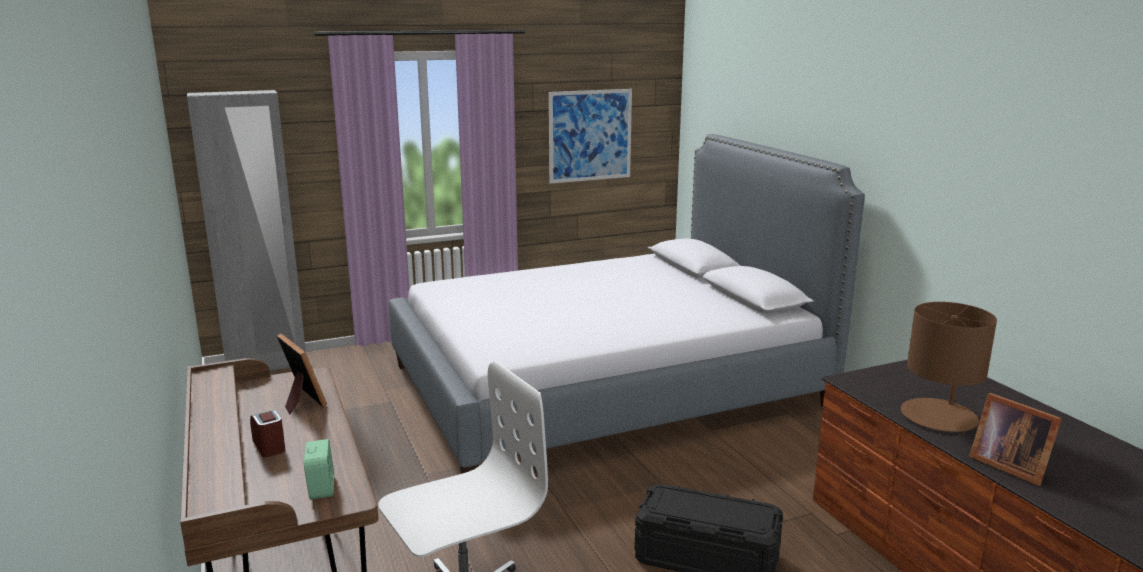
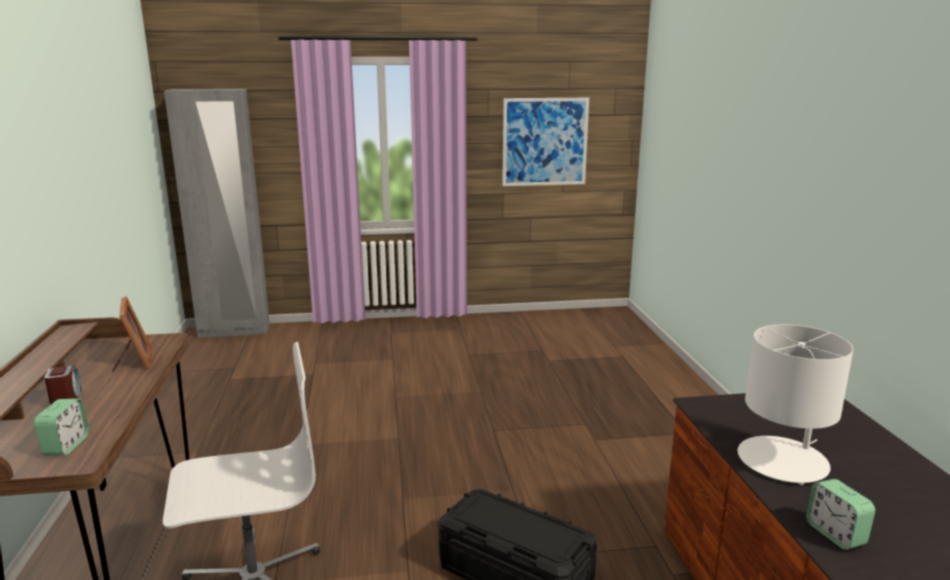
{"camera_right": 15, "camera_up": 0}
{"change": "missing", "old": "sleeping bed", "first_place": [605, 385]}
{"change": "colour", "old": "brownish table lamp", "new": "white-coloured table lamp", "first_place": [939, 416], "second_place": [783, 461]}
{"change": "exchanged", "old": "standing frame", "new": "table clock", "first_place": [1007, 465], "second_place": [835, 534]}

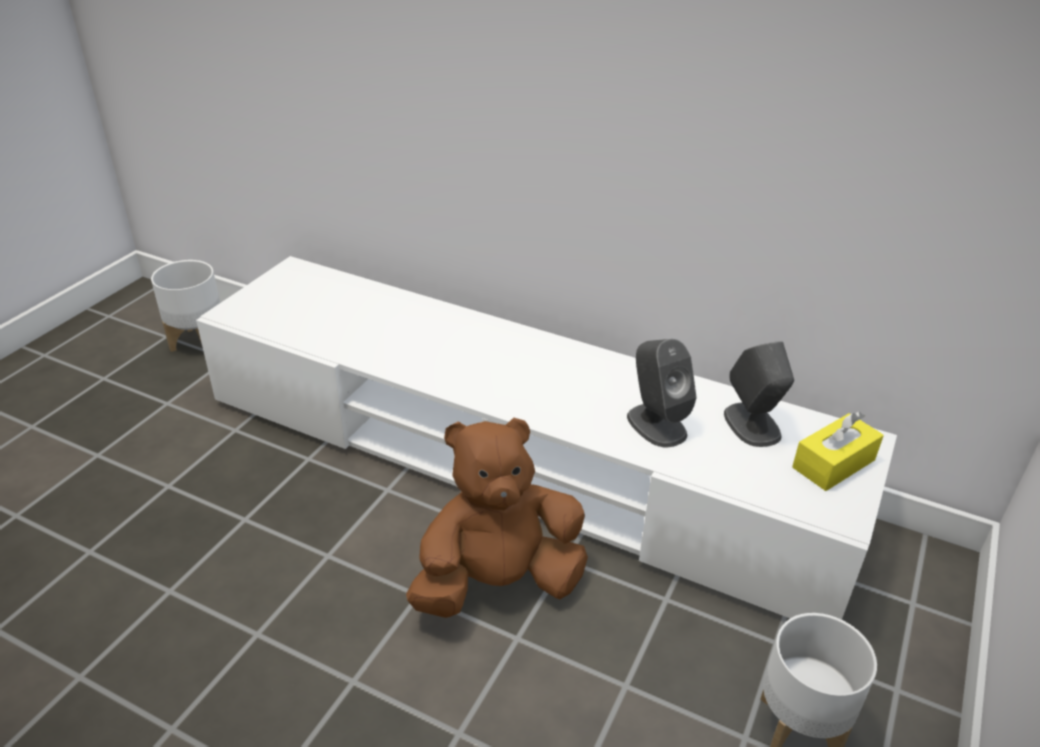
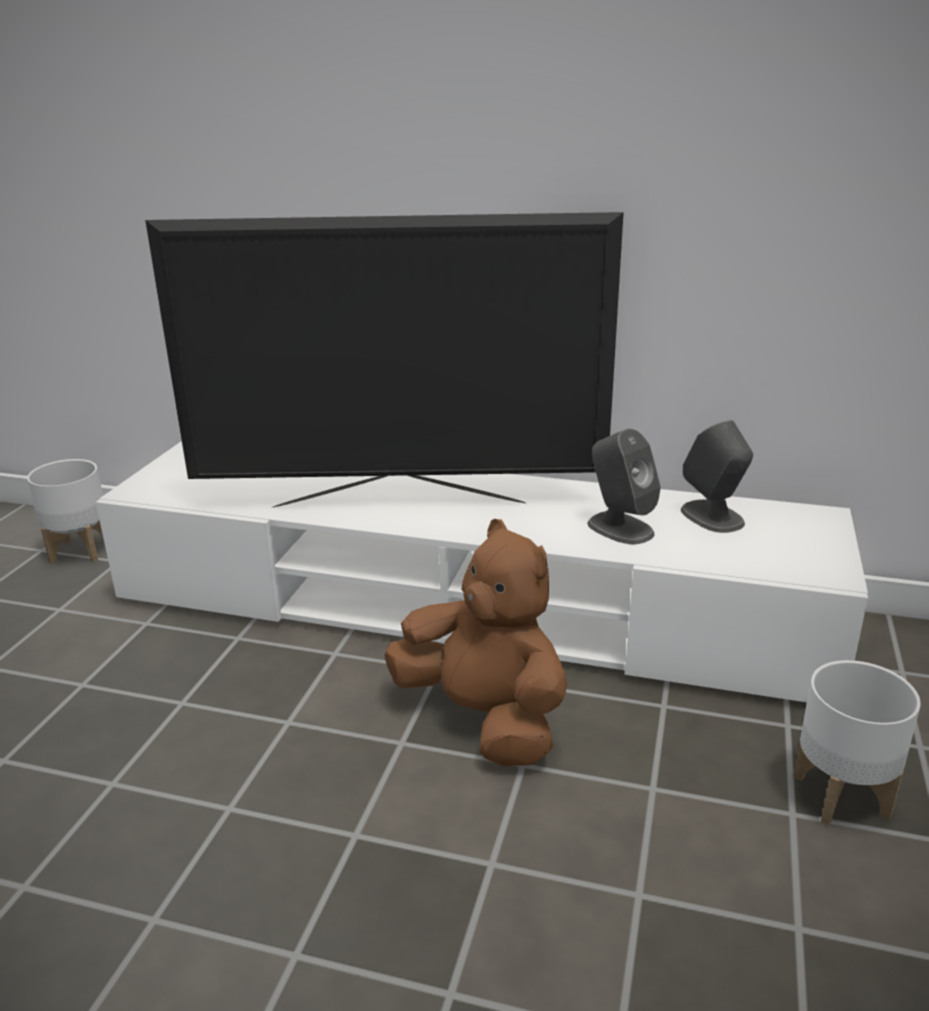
{"camera_right": -10, "camera_up": -10}
{"change": "spun", "old": "brownish cuddly toy", "first_place": [498, 582], "second_place": [484, 718], "degrees": 75}
{"change": "missing", "old": "yellow-coloured tissue holder", "first_place": [833, 464]}
{"change": "appeared", "new": "TV", "second_place": [399, 503]}

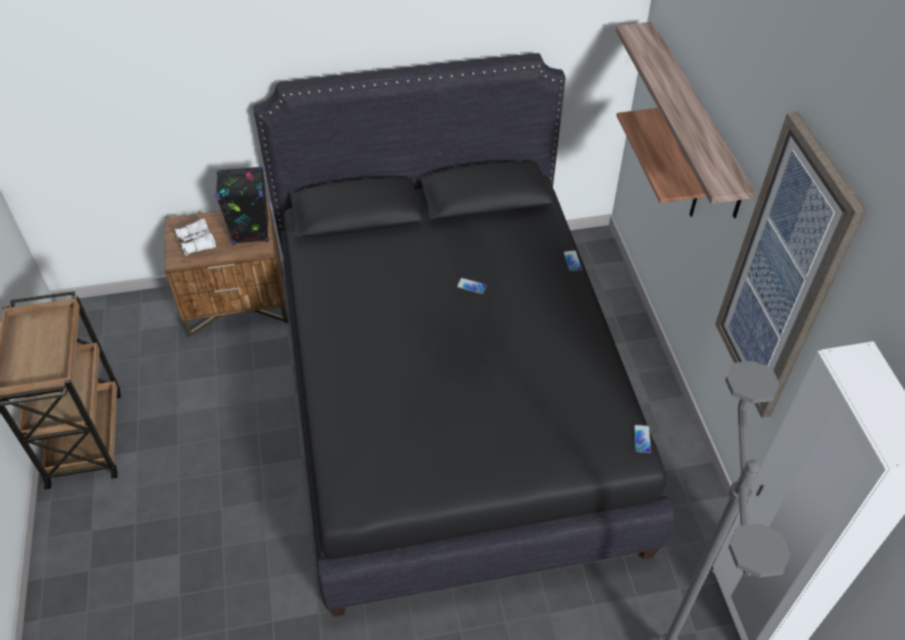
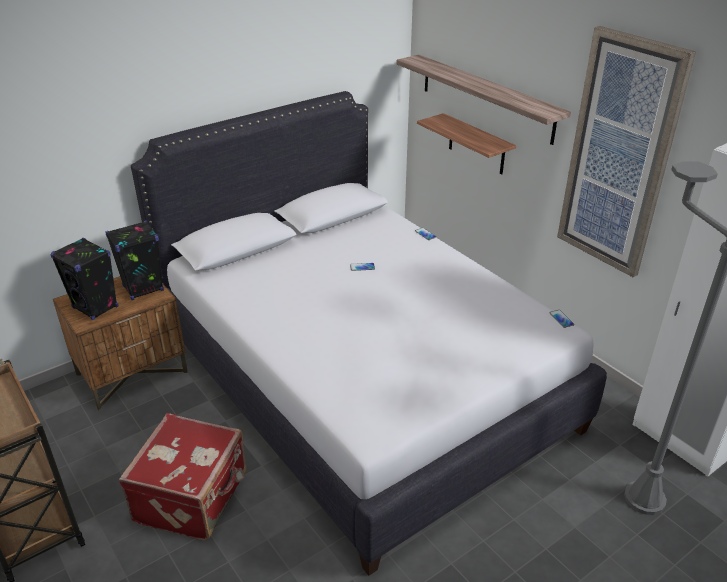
{"camera_right": -25, "camera_up": -15}
{"change": "exchanged", "old": "white-coloured field glasses", "new": "blackish loudspeaker", "first_place": [197, 243], "second_place": [95, 307]}
{"change": "colour", "old": "blackish sleeping bed", "new": "white-coloured sleeping bed", "first_place": [450, 399], "second_place": [362, 381]}
{"change": "appeared", "new": "red-coloured travel case", "second_place": [193, 497]}

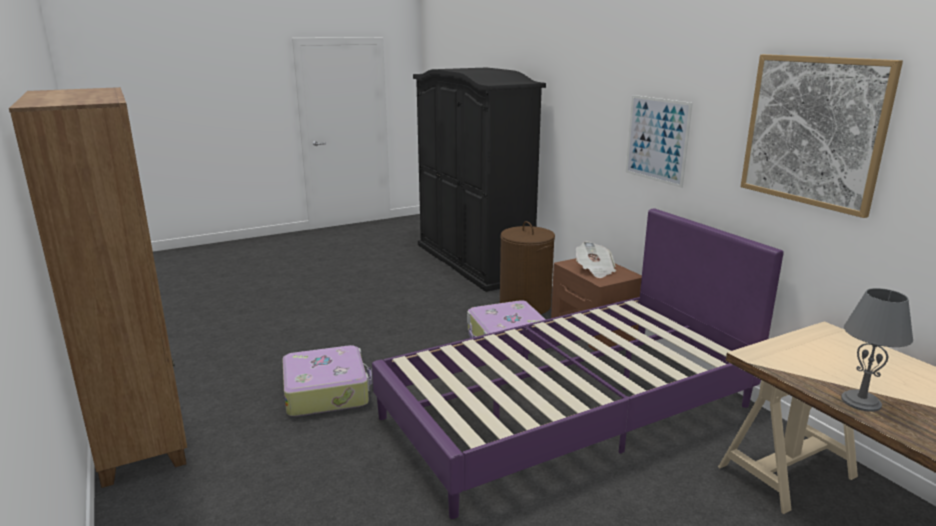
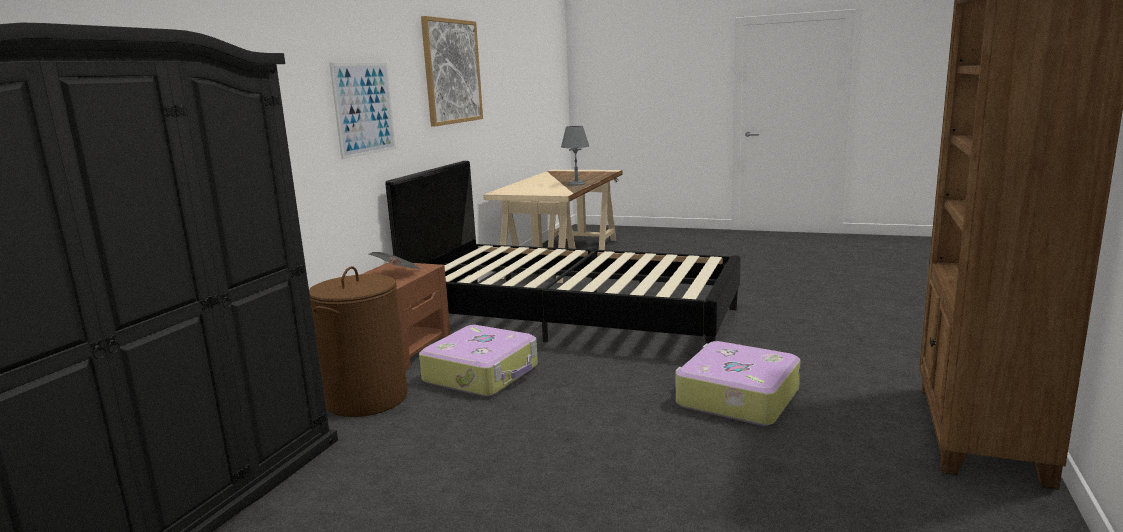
{"camera_right": -130, "camera_up": -5}
{"change": "colour", "old": "purple sleeping bed", "new": "blackish sleeping bed", "first_place": [568, 411], "second_place": [572, 319]}

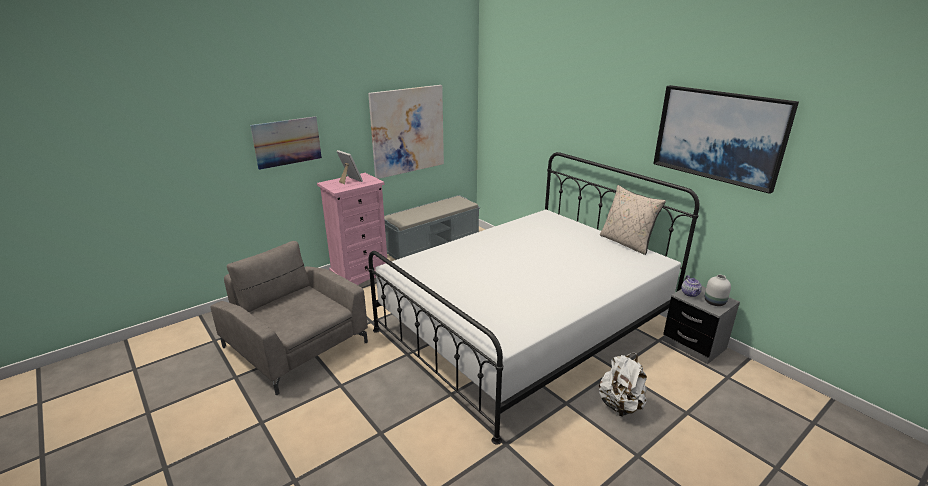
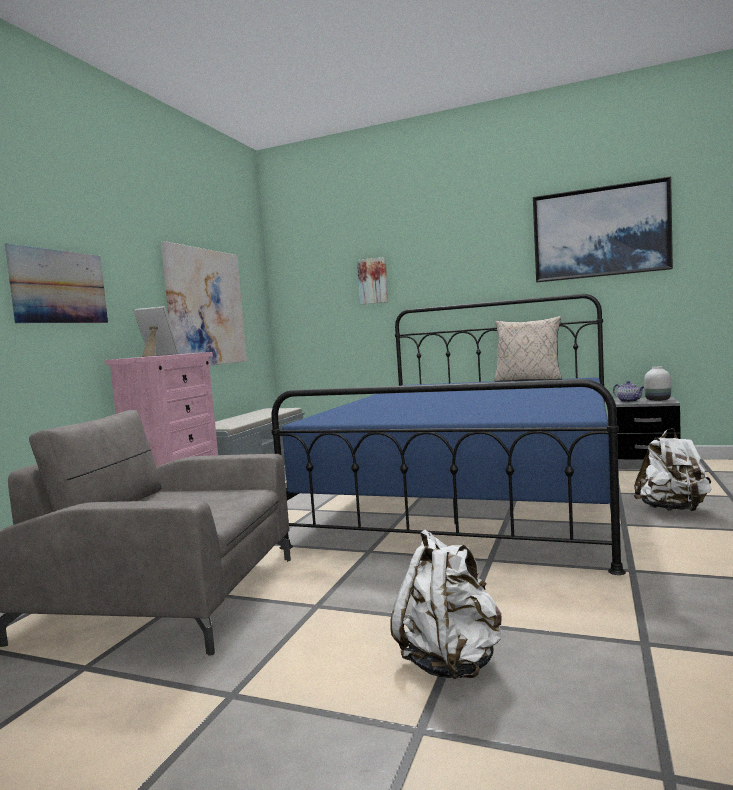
{"camera_right": -30, "camera_up": -20}
{"change": "colour", "old": "white-coloured sleeping bed", "new": "blue-coloured sleeping bed", "first_place": [525, 327], "second_place": [474, 495]}
{"change": "appeared", "new": "wall art", "second_place": [373, 281]}
{"change": "appeared", "new": "white-coloured rucksack", "second_place": [451, 661]}

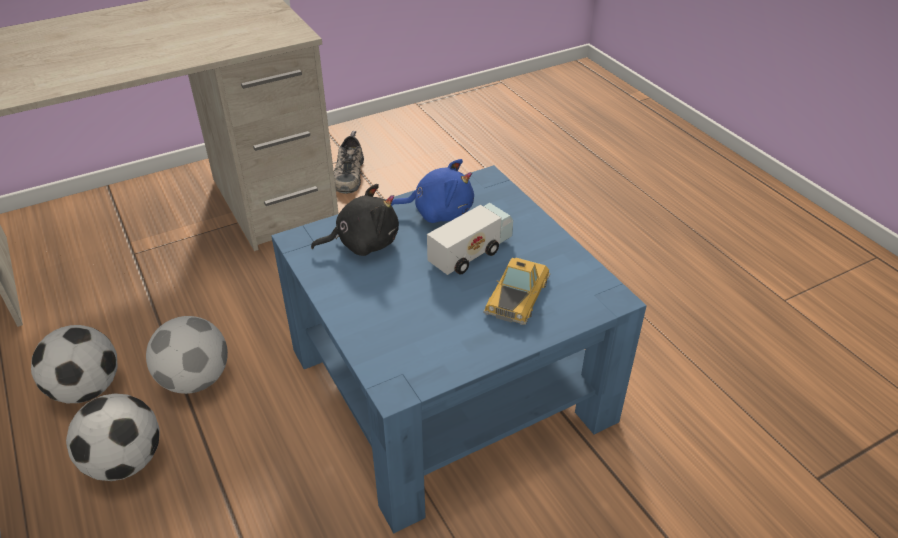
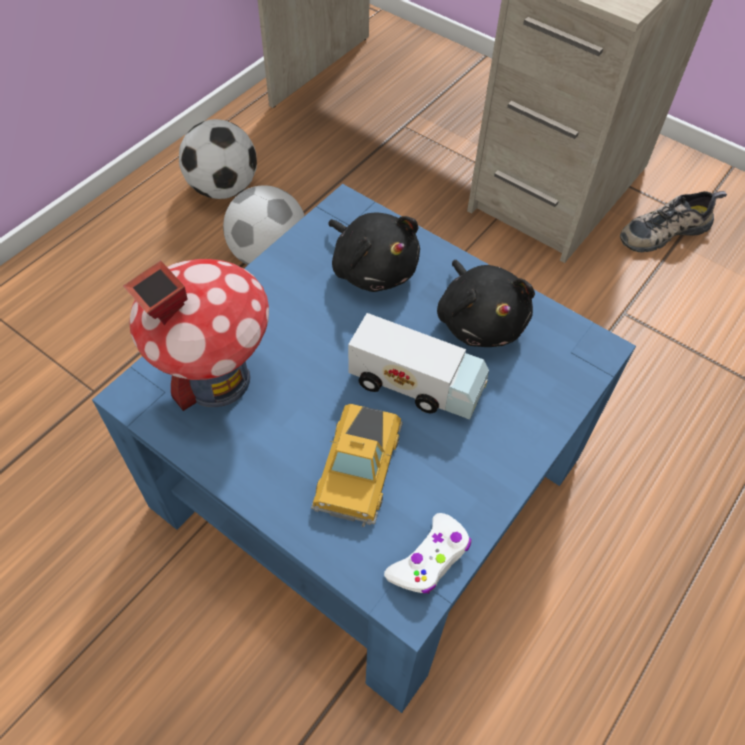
{"camera_right": 65, "camera_up": 15}
{"change": "missing", "old": "ball for football", "first_place": [125, 462]}
{"change": "colour", "old": "blue-coloured cuddly toy", "new": "blackish cuddly toy", "first_place": [439, 212], "second_place": [480, 320]}
{"change": "spun", "old": "miniature car", "first_place": [518, 294], "second_place": [357, 468], "degrees": 105}
{"change": "appeared", "new": "toy house", "second_place": [216, 379]}
{"change": "appeared", "new": "white-coloured game controller", "second_place": [430, 559]}

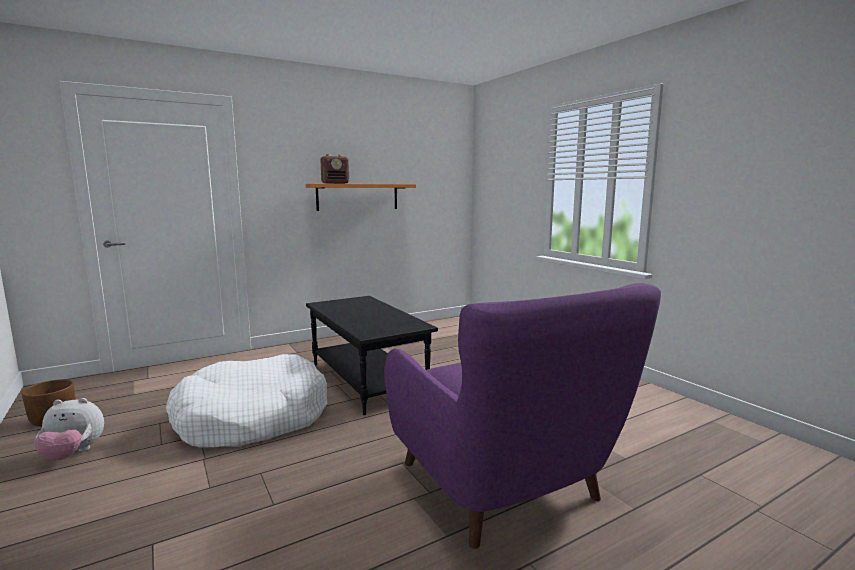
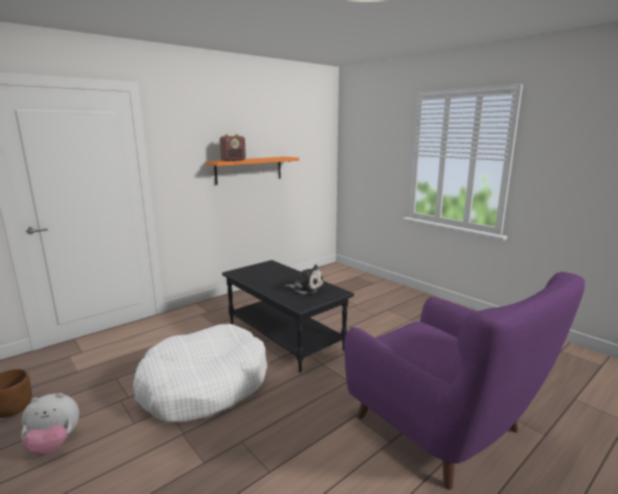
{"camera_right": -10, "camera_up": 5}
{"change": "appeared", "new": "cuddly toy", "second_place": [306, 288]}

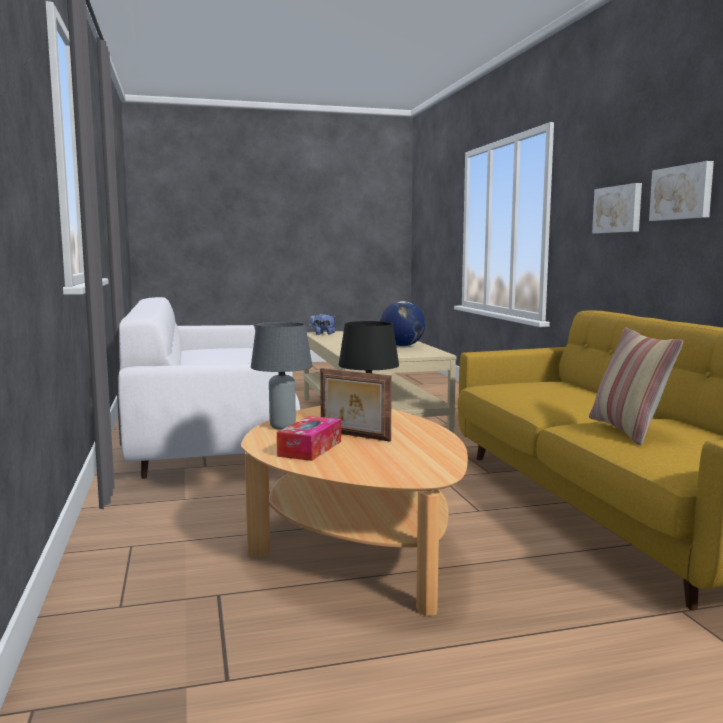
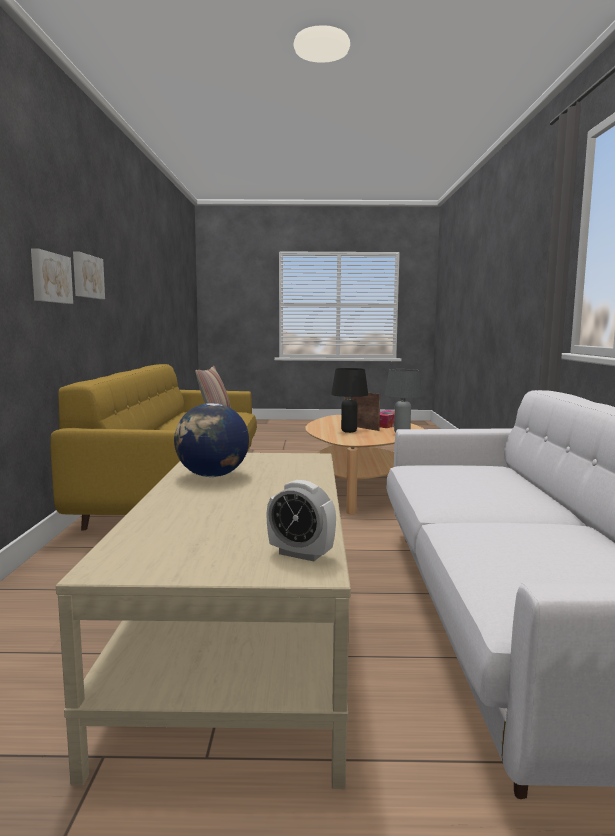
{"camera_right": -165, "camera_up": 0}
{"change": "exchanged", "old": "cuddly toy", "new": "table clock", "first_place": [322, 334], "second_place": [300, 554]}

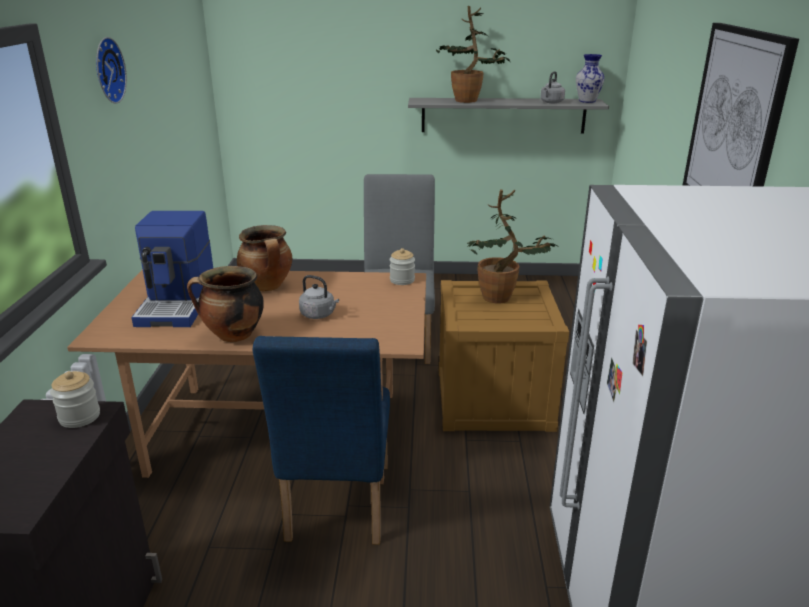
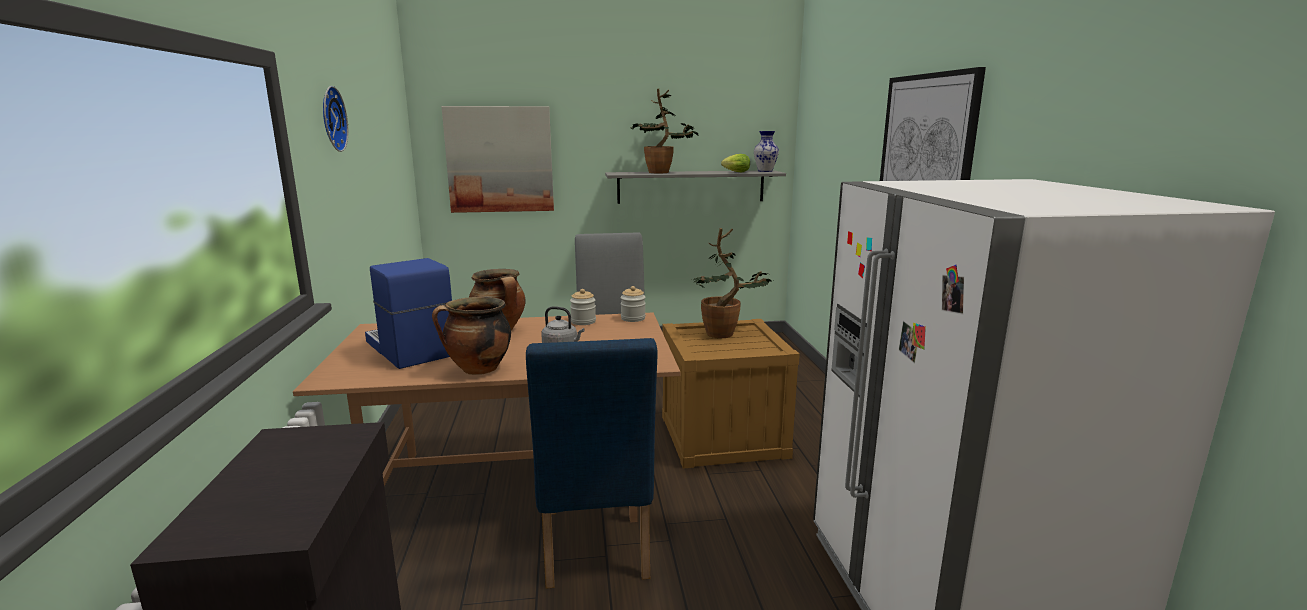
{"camera_right": -10, "camera_up": -10}
{"change": "relocated", "old": "jar", "first_place": [79, 417], "second_place": [583, 321]}
{"change": "spun", "old": "coffee brewer", "first_place": [178, 304], "second_place": [409, 349], "degrees": 150}
{"change": "exchanged", "old": "gray tea kettle", "new": "lettuce", "first_place": [551, 102], "second_place": [735, 172]}
{"change": "appeared", "new": "wall art", "second_place": [500, 159]}

